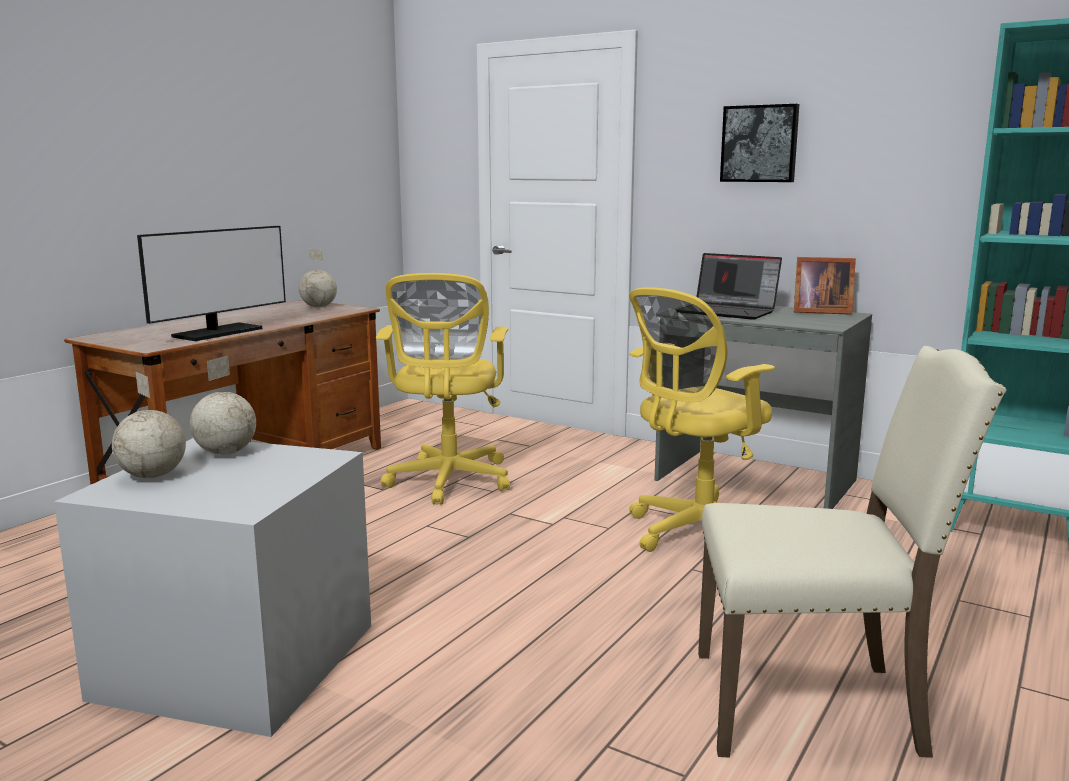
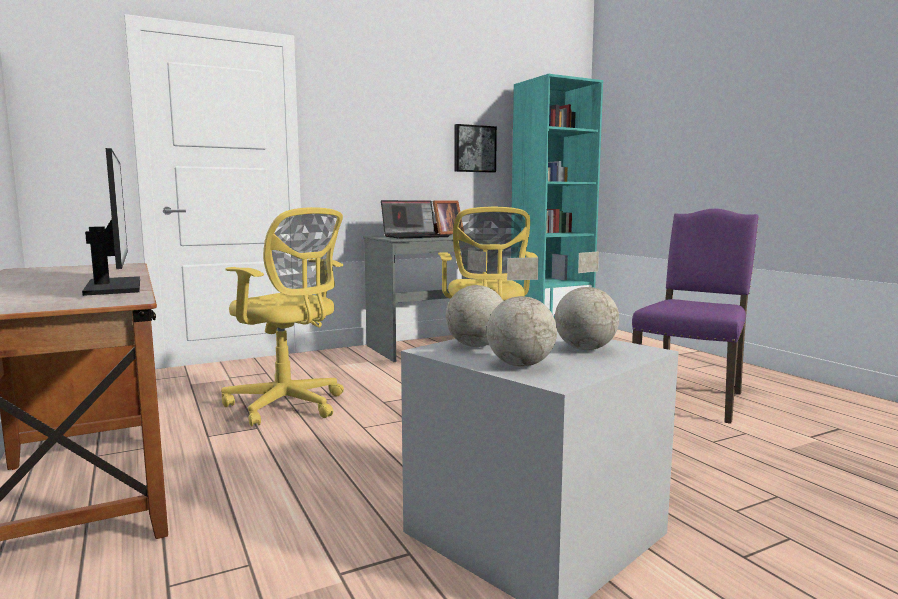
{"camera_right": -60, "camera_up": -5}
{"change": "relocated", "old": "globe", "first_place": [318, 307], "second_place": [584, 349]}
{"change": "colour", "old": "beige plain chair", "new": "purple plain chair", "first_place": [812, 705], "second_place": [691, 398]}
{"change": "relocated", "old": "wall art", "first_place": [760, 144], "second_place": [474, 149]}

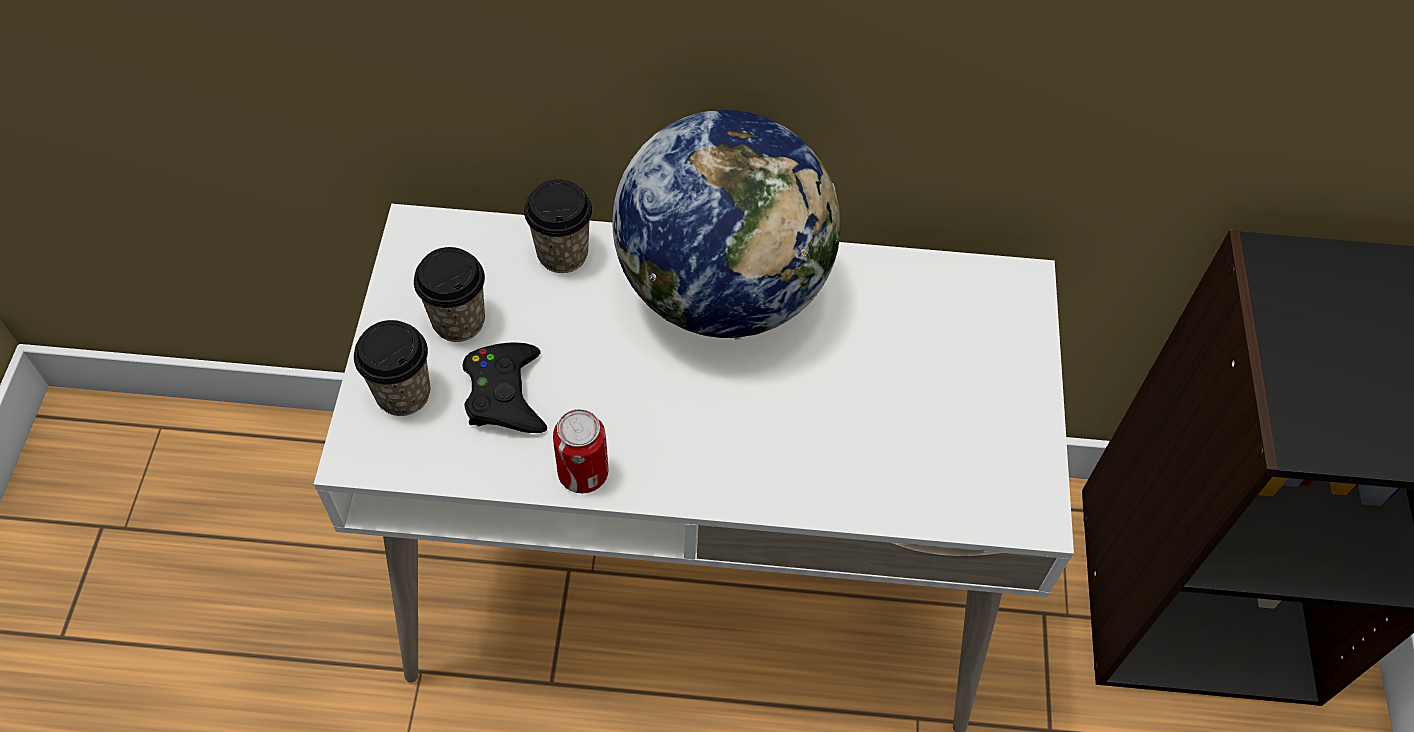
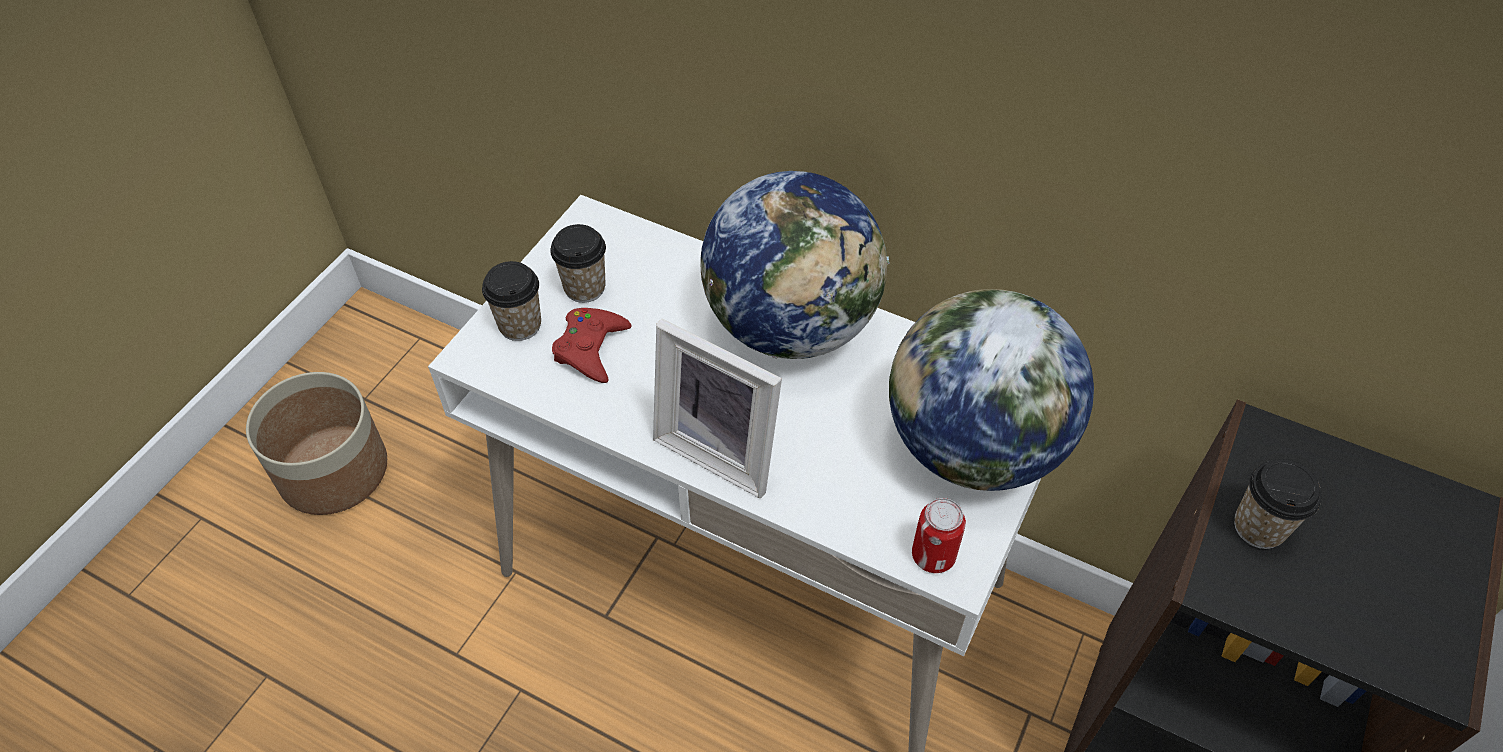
{"camera_right": 25, "camera_up": -5}
{"change": "colour", "old": "blackish game controller", "new": "red-coloured game controller", "first_place": [505, 395], "second_place": [591, 349]}
{"change": "relocated", "old": "drinking cup", "first_place": [562, 254], "second_place": [1259, 527]}
{"change": "relocated", "old": "can", "first_place": [583, 473], "second_place": [933, 555]}
{"change": "appeared", "new": "planter", "second_place": [333, 472]}
{"change": "appeared", "new": "standing frame", "second_place": [722, 448]}
{"change": "appeared", "new": "globe", "second_place": [973, 447]}

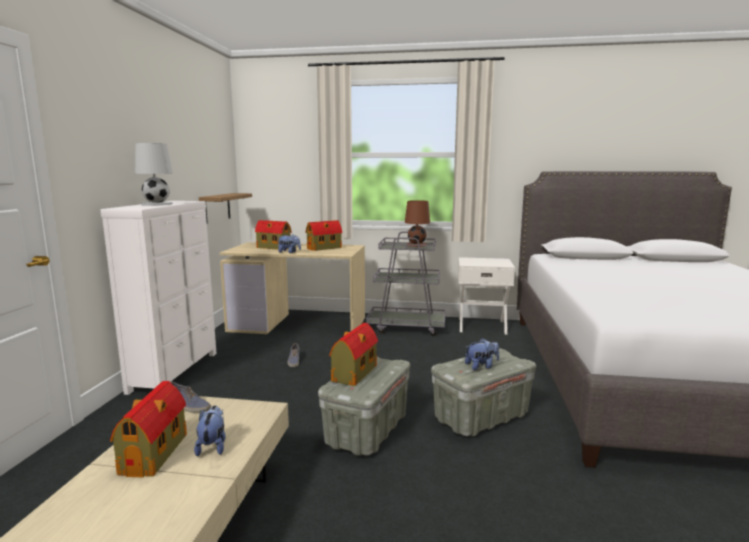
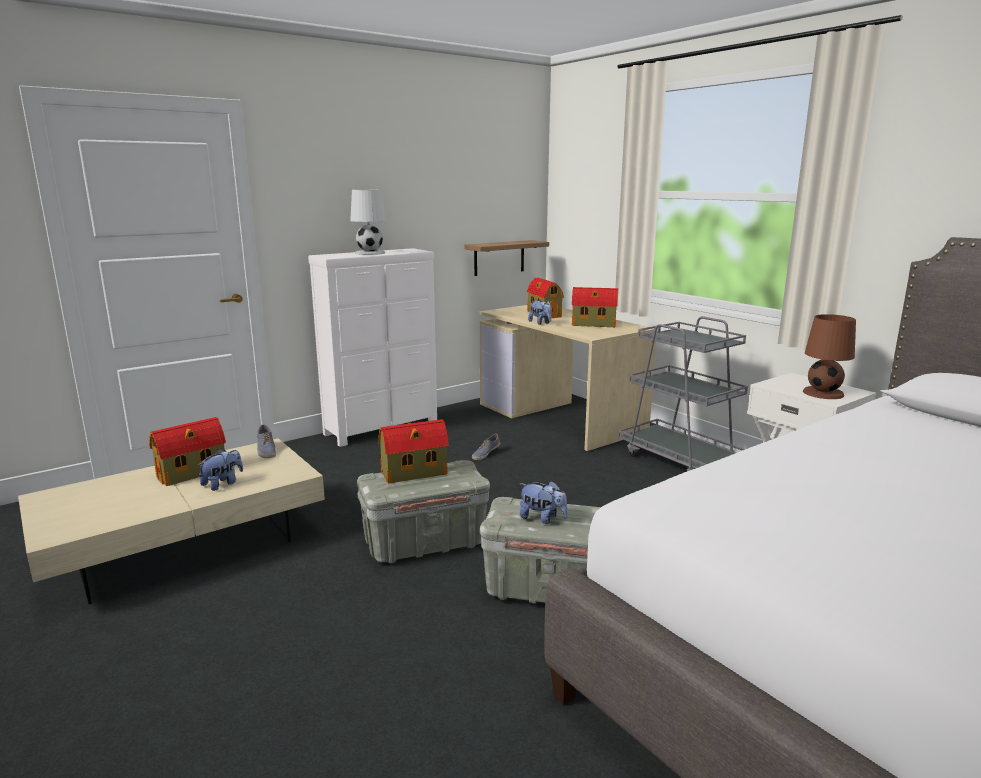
{"camera_right": 45, "camera_up": 5}
{"change": "relocated", "old": "brownish table lamp", "first_place": [417, 245], "second_place": [823, 393]}

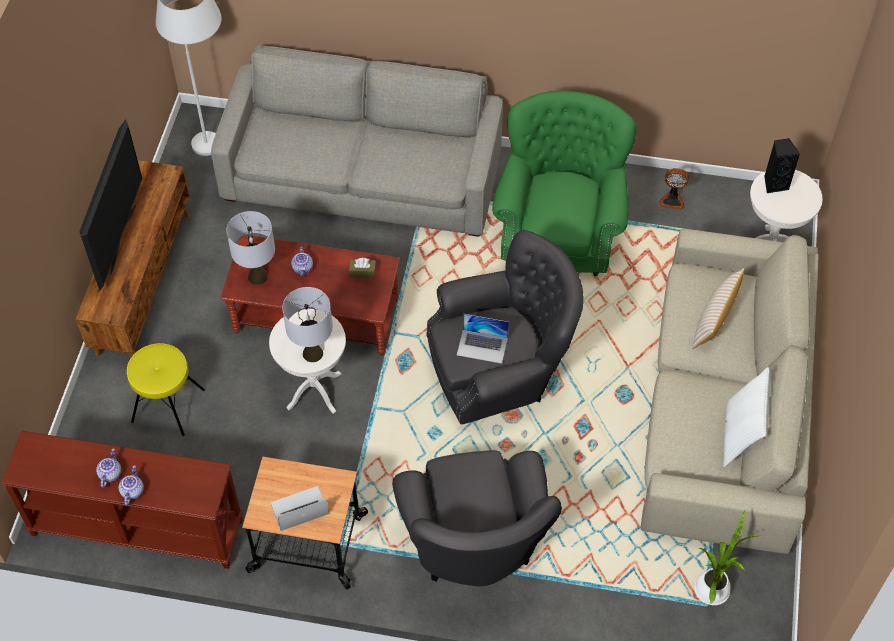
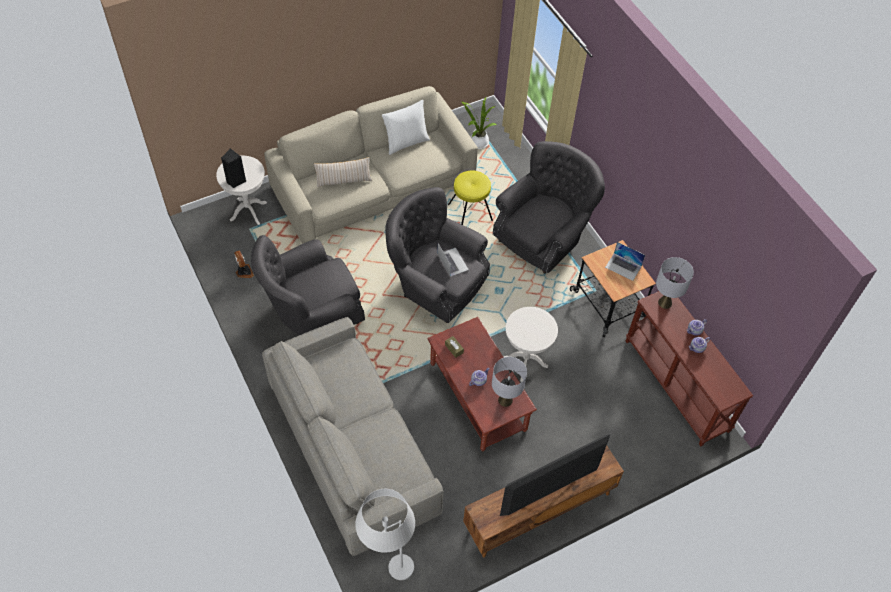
{"camera_right": -130, "camera_up": 0}
{"change": "relocated", "old": "yellow-coloured stool seat", "first_place": [168, 405], "second_place": [470, 213]}
{"change": "relocated", "old": "gray table lamp", "first_place": [313, 353], "second_place": [664, 303]}
{"change": "colour", "old": "greenish easy chair", "new": "gray easy chair", "first_place": [559, 231], "second_place": [312, 313]}

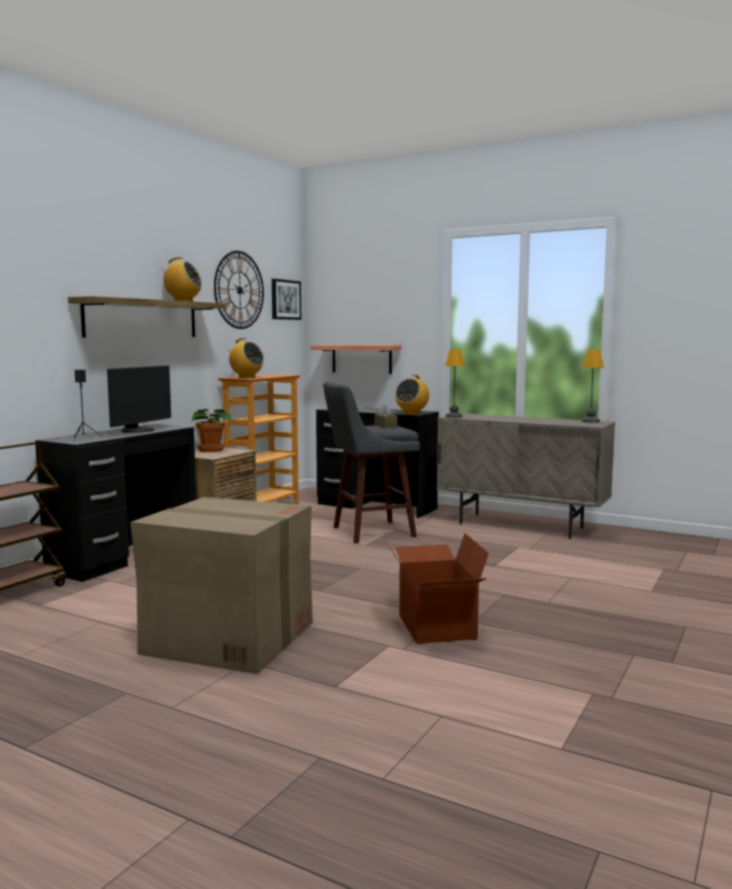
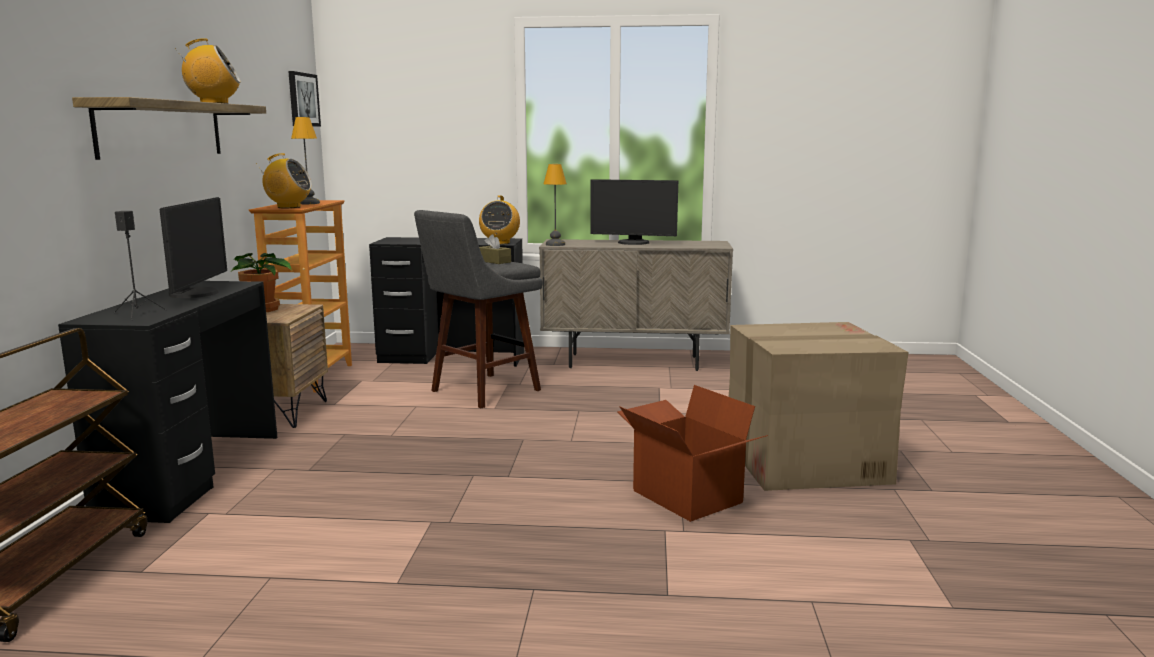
{"camera_right": -25, "camera_up": 5}
{"change": "relocated", "old": "carton", "first_place": [228, 637], "second_place": [803, 461]}
{"change": "missing", "old": "hanging clock", "first_place": [239, 290]}
{"change": "missing", "old": "bracket shelf", "first_place": [361, 359]}
{"change": "relocated", "old": "table lamp", "first_place": [591, 421], "second_place": [309, 203]}
{"change": "appeared", "new": "monitor", "second_place": [633, 243]}

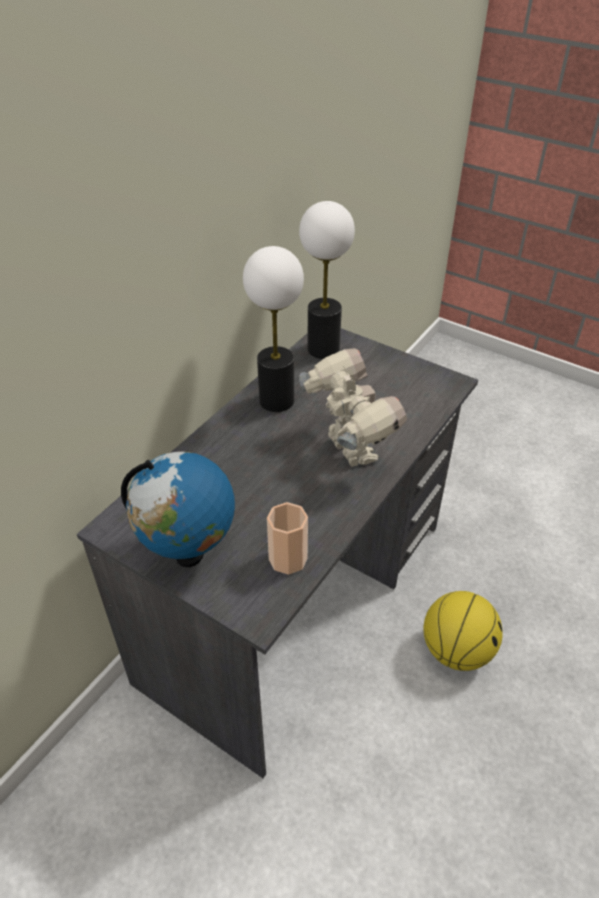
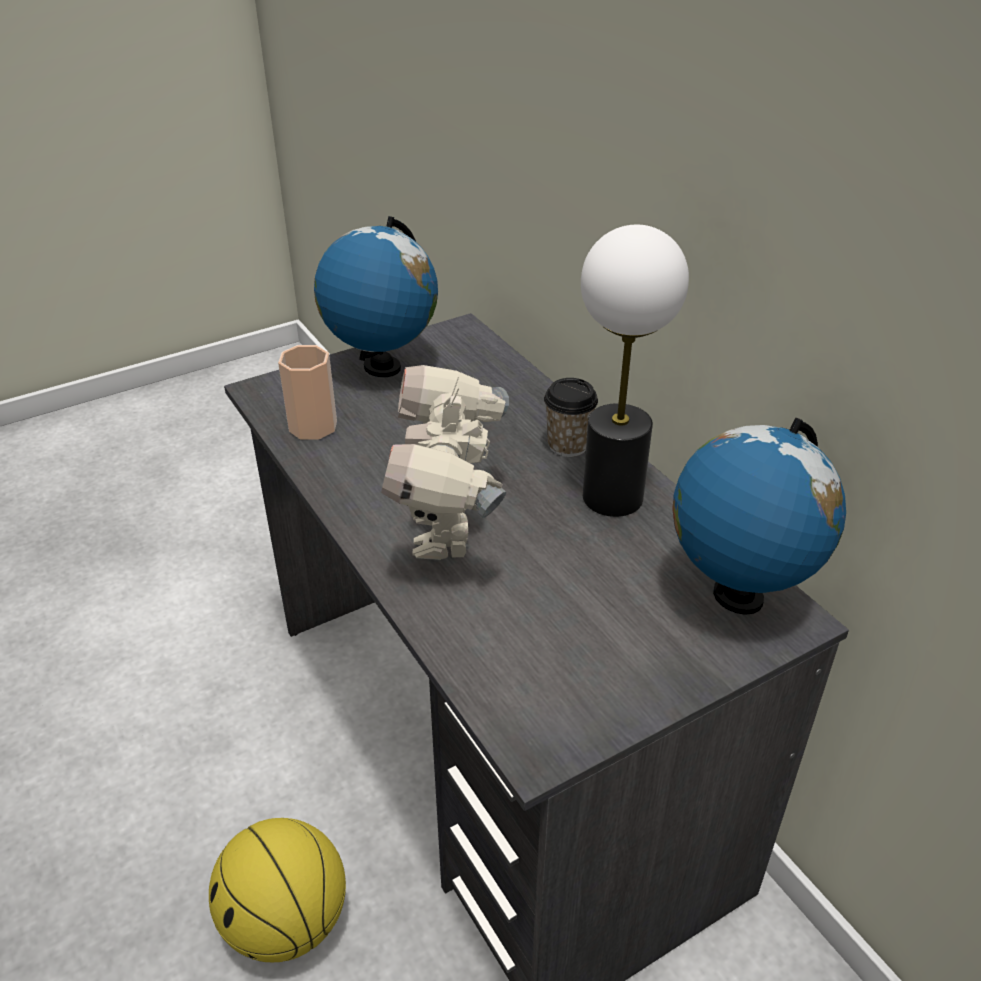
{"camera_right": 115, "camera_up": -5}
{"change": "exchanged", "old": "table lamp", "new": "globe", "first_place": [323, 349], "second_place": [737, 596]}
{"change": "spun", "old": "robot figure", "first_place": [348, 451], "second_place": [448, 532], "degrees": 90}
{"change": "appeared", "new": "drinking cup", "second_place": [568, 445]}

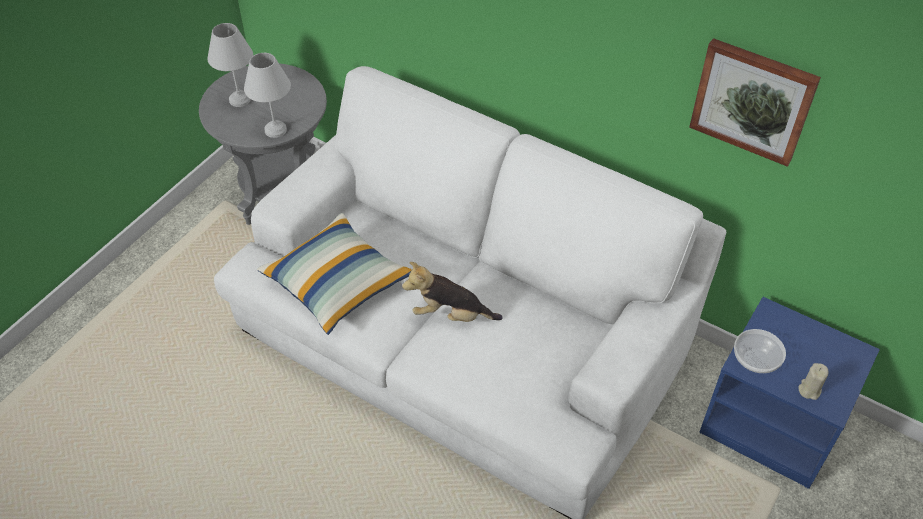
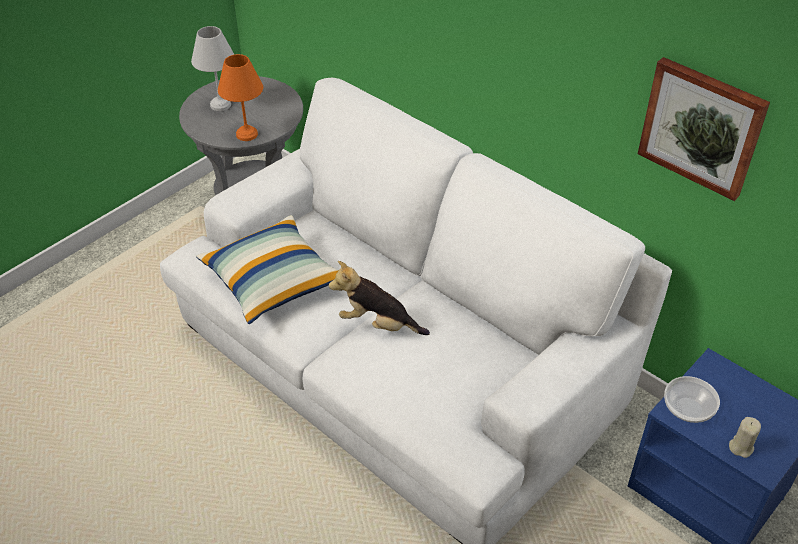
{"camera_right": 10, "camera_up": -5}
{"change": "colour", "old": "white-coloured table lamp", "new": "orangey table lamp", "first_place": [274, 130], "second_place": [246, 134]}

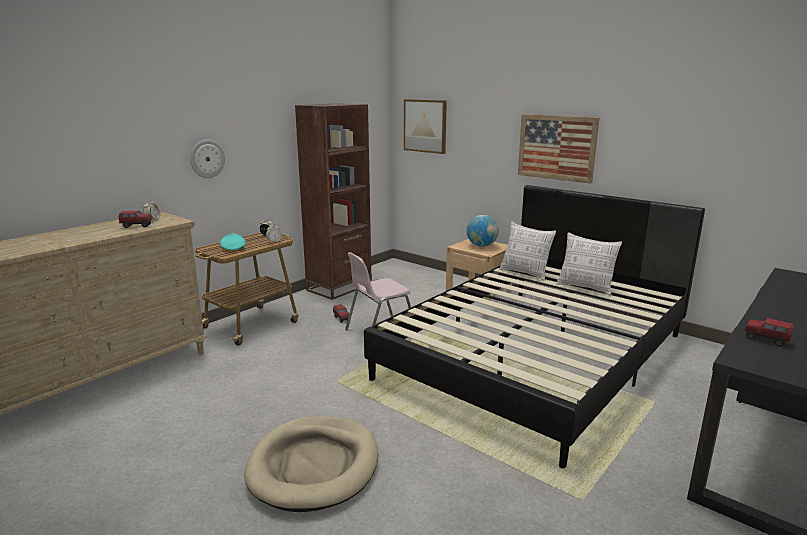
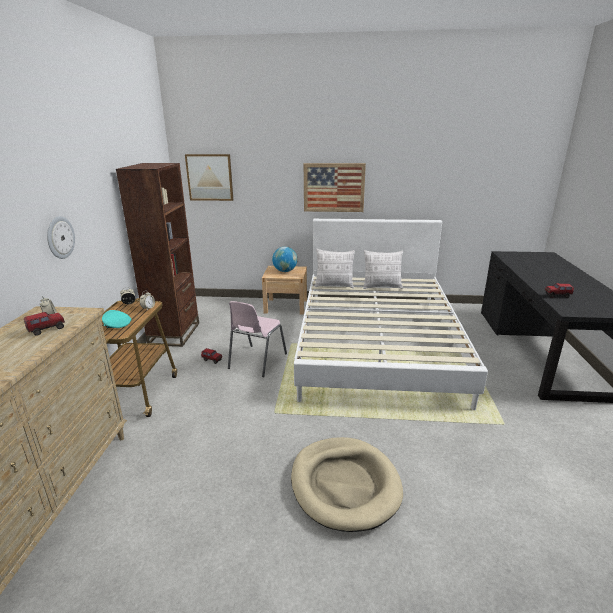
{"camera_right": -35, "camera_up": 5}
{"change": "colour", "old": "blackish sleeping bed", "new": "white-coloured sleeping bed", "first_place": [537, 356], "second_place": [377, 342]}

